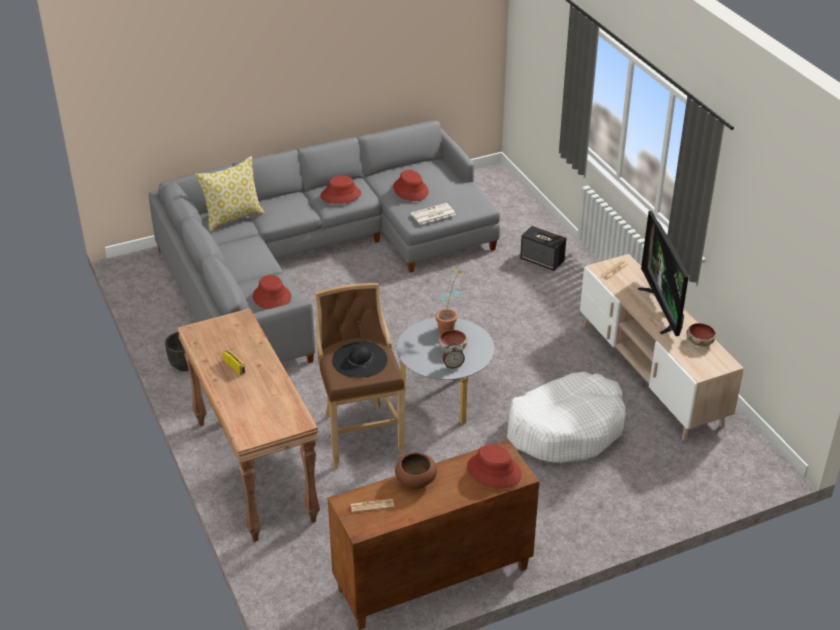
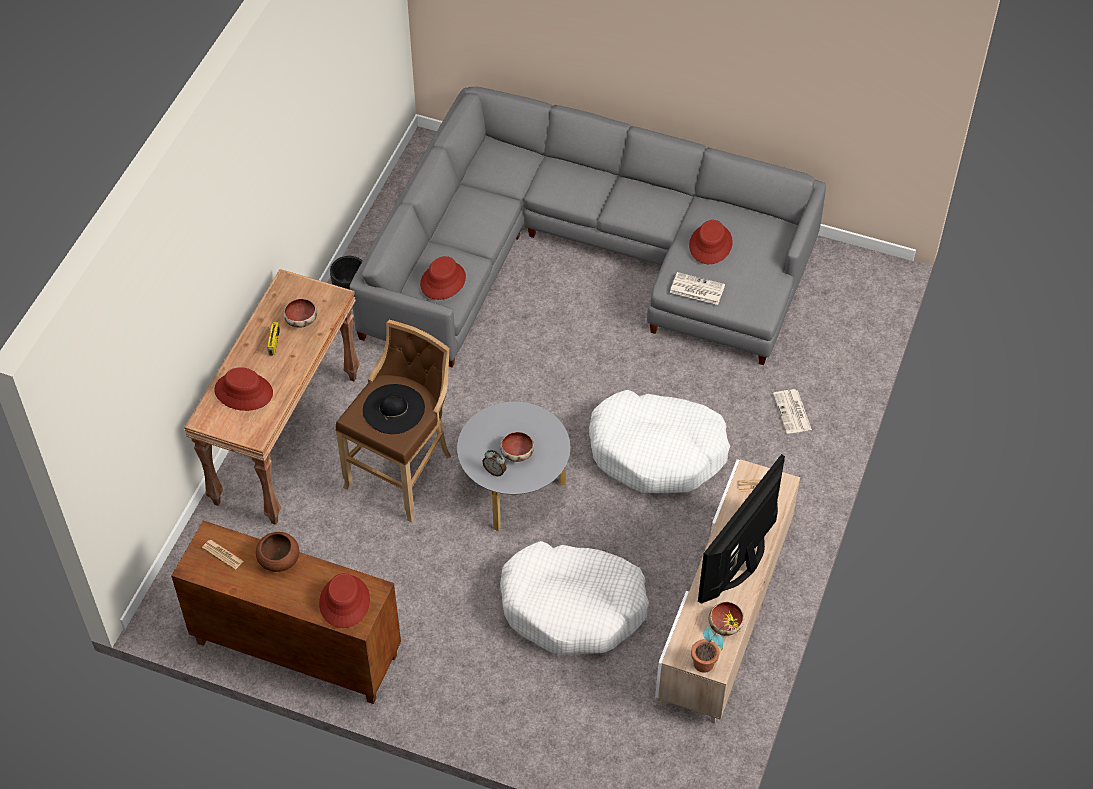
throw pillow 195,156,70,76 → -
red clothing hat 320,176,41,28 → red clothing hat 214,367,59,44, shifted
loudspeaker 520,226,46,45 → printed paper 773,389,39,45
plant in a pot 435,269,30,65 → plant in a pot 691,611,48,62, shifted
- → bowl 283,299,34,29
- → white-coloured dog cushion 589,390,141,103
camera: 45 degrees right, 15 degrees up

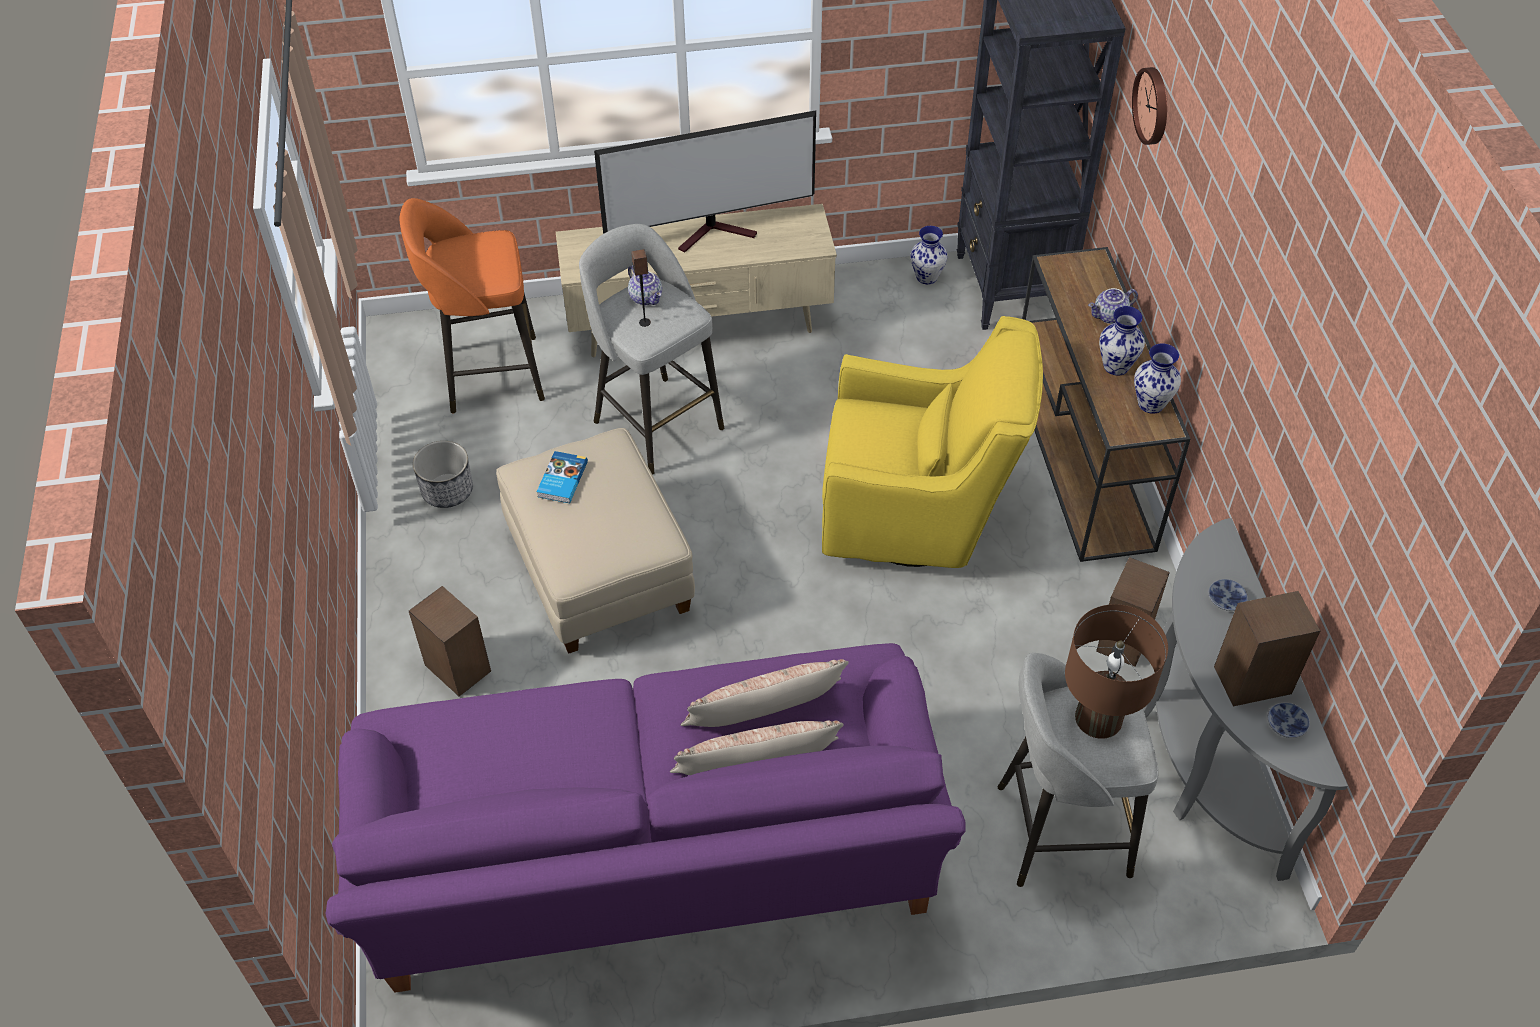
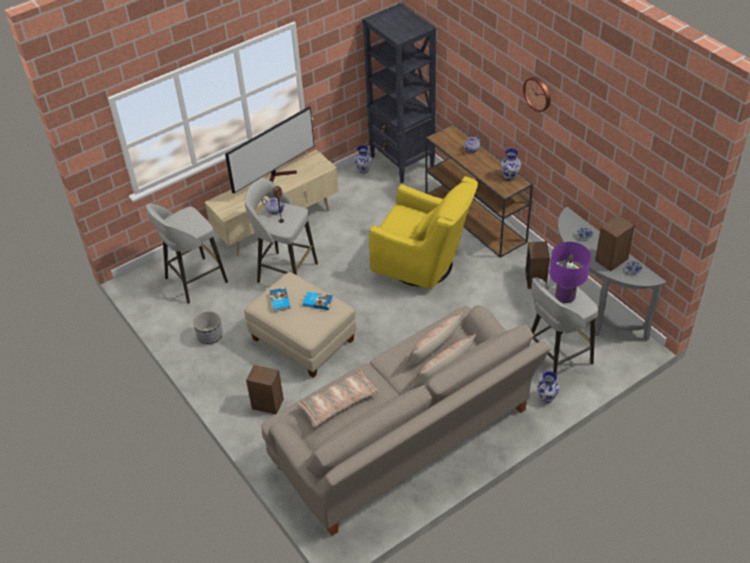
clock on the wall 1132,67,35,78 → clock on the wall 523,77,28,35, shifted
orange stool seat 400,198,145,215 → grey stool seat 146,204,82,100
flower vase 1099,306,46,70 → flower vase 537,371,22,32, shifted
yellowish armchair 822,316,221,252 → yellowish armchair 369,176,109,113, 45 degrees clockwise
brown-coloured table lamp 1065,604,103,135 → purple-coloured table lamp 549,242,42,61
purple-coloured couch 325,643,641,350 → beige-coloured couch 261,305,290,231
- → book 303,292,30,18
- → throw pillow 296,369,83,58
camera: 25 degrees left, 5 degrees down

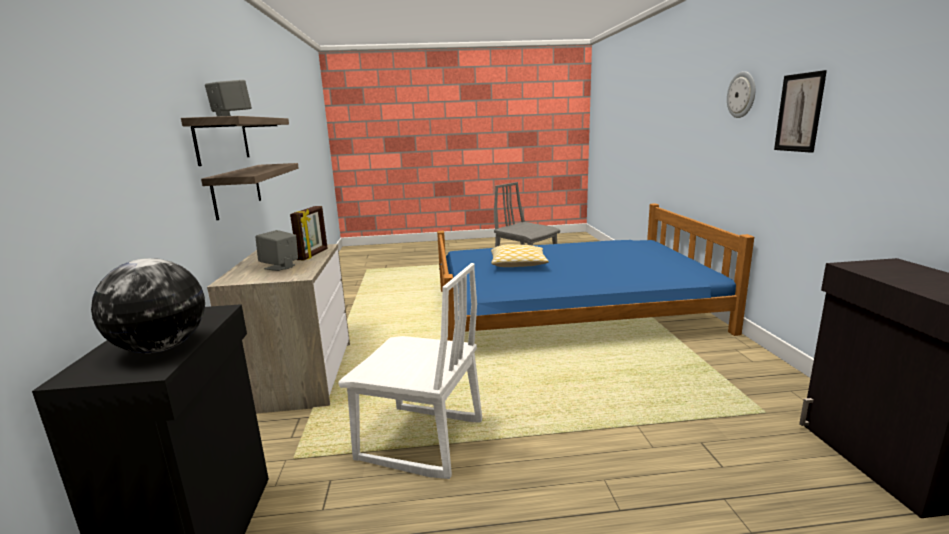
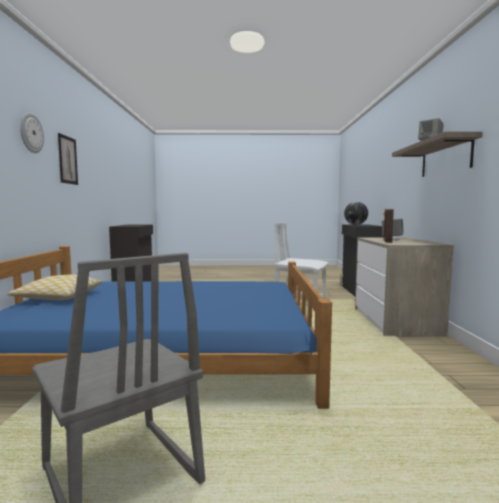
shelf 201,163,98,57 → -
throw pillow 491,244,58,23 → throw pillow 7,275,95,25, shifted
camera: 175 degrees left, 10 degrees down

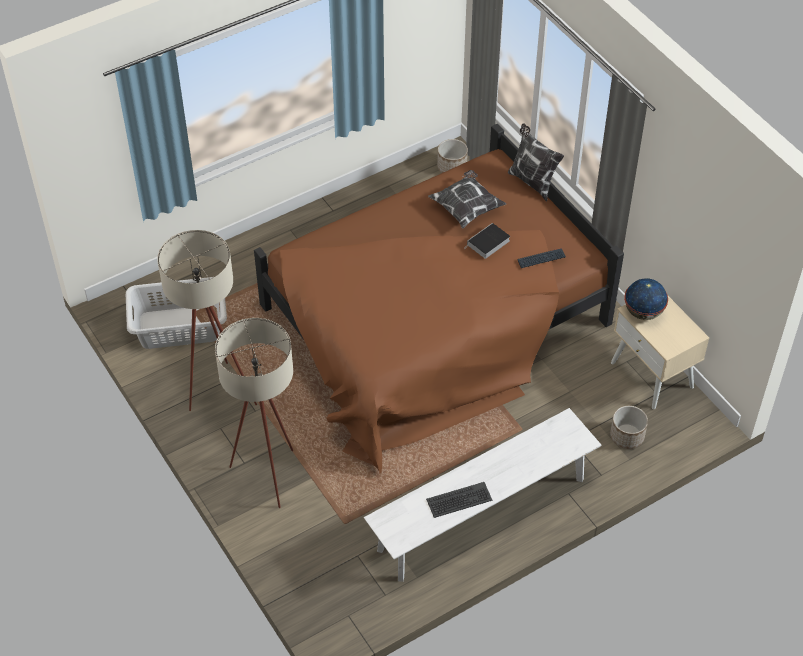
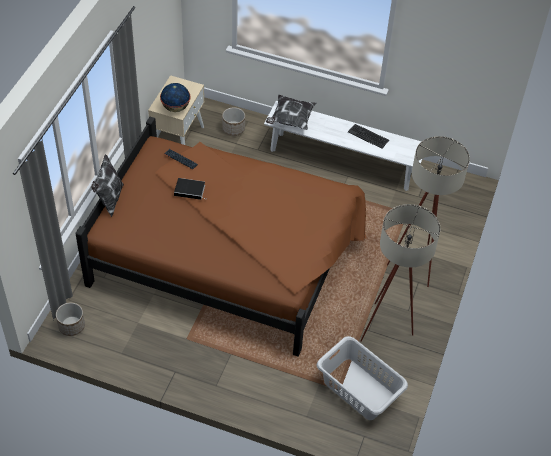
throw pillow 428,170,78,58 → throw pillow 266,95,51,35, shifted
camera: 130 degrees left, 0 degrees up

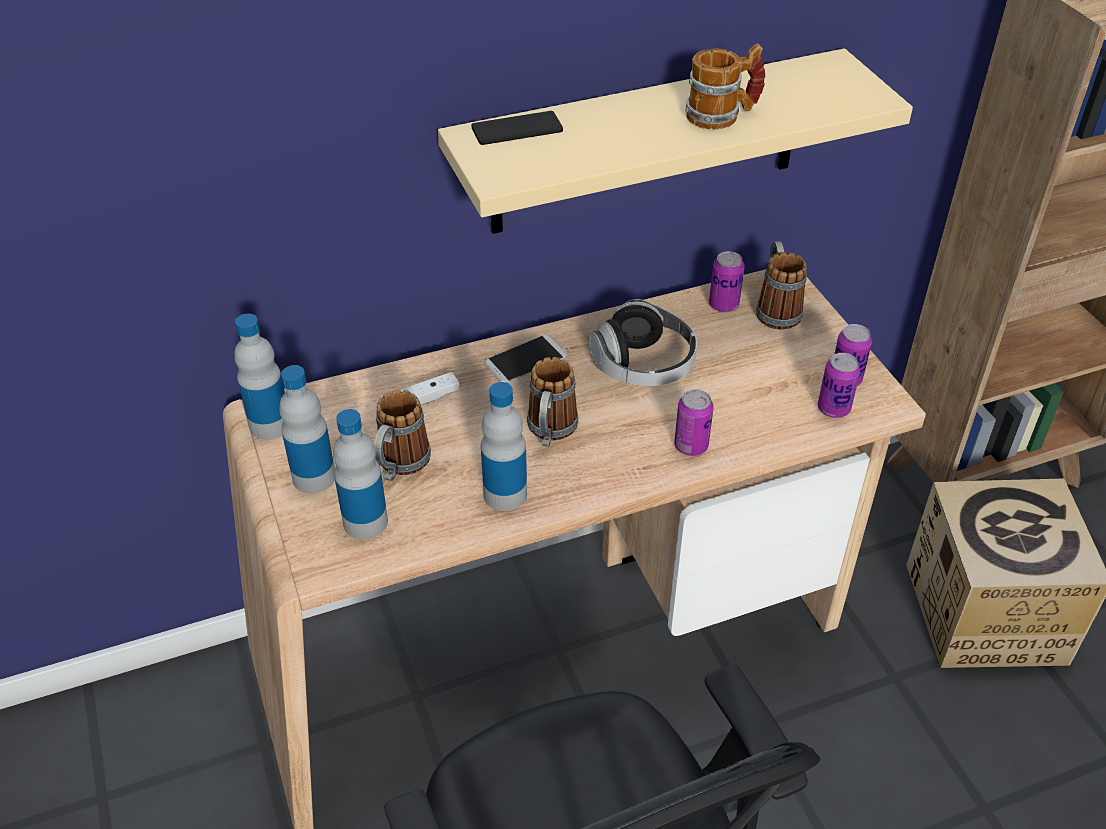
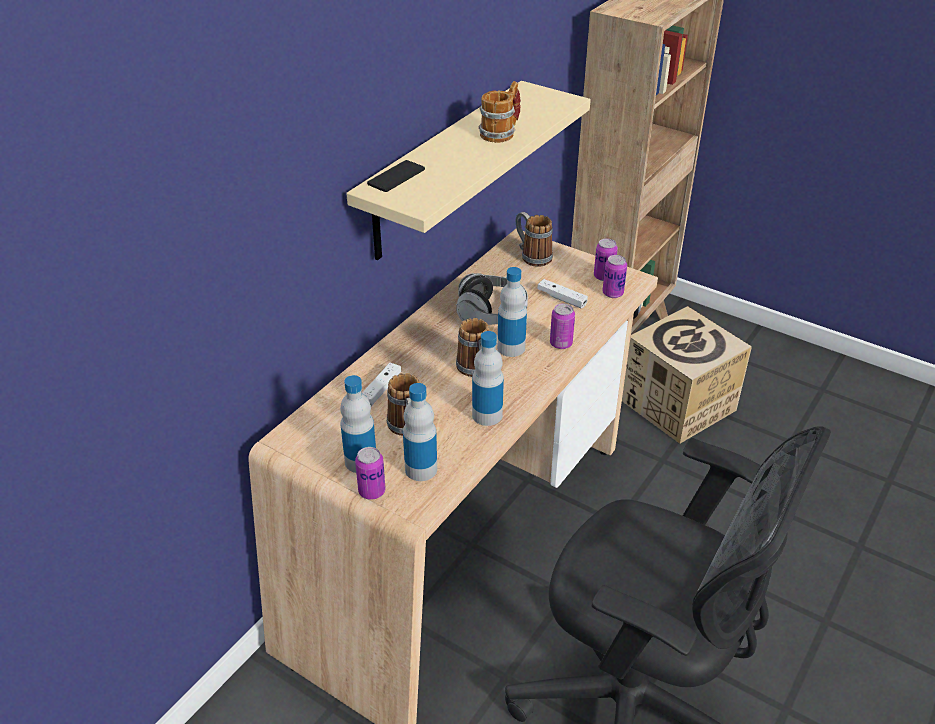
metal can 709,251,36,61 → metal can 355,447,31,53, shifted
beverage bottle 234,314,51,126 → beverage bottle 497,267,30,90, shifted
phone 484,335,83,48 → -
- → white-coloured game controller 537,279,51,30
camera: 35 degrees left, 5 degrees down

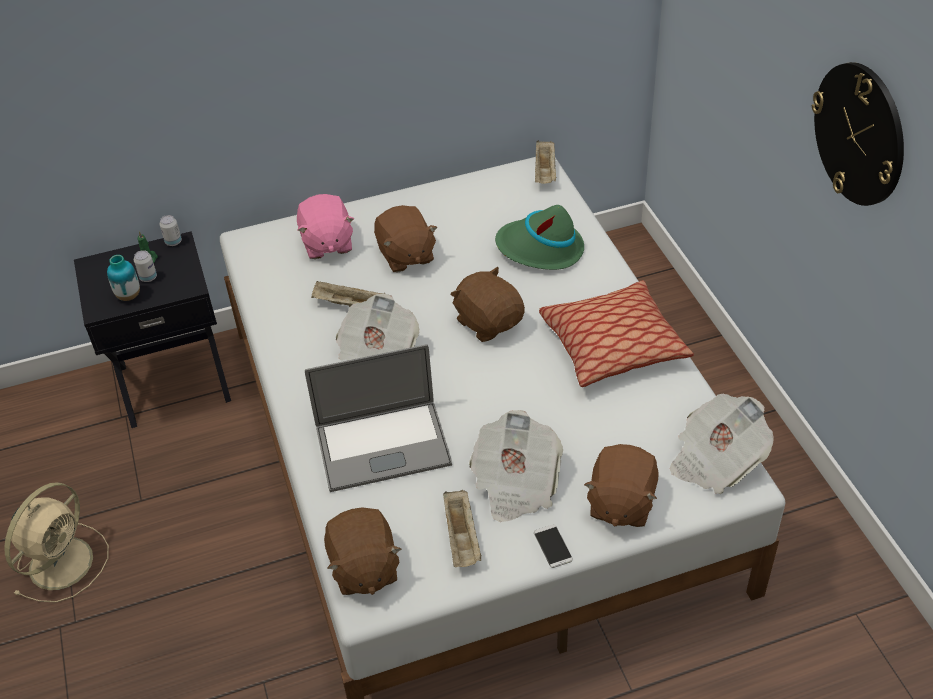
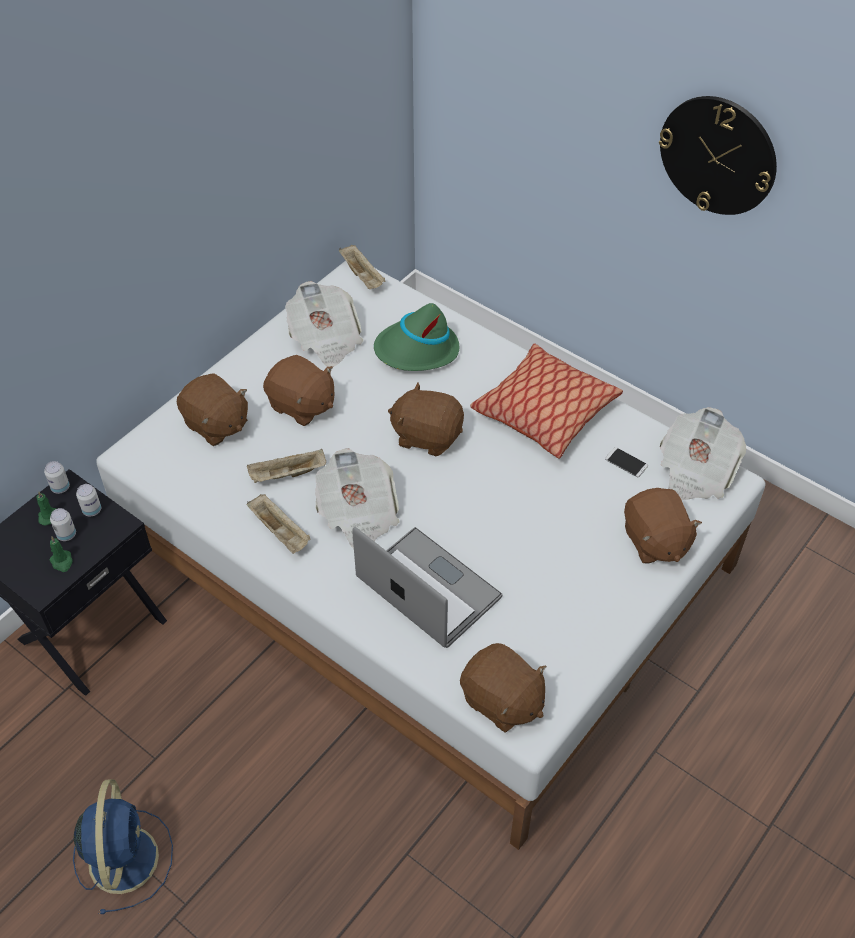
pink plush toy 297,194,57,65 → brown-coloured plush toy 177,373,71,73
flower vase 107,255,33,46 → greenish wax candle 49,536,24,36
laptop 305,344,147,148 → laptop 352,526,151,122, 90 degrees counterclockwise
printed paper 469,410,94,112 → printed paper 285,281,78,86, shifted
beige-coloured electric fan 4,482,105,120 → blue-coloured electric fan 73,779,100,135
beige-coloured serving tray 443,490,38,77 → beige-coloured serving tray 246,494,65,60, shifted
phone 534,525,39,43 → phone 605,447,43,30, shifted
- → metal can 76,484,25,32
camera: 35 degrees left, 5 degrees up

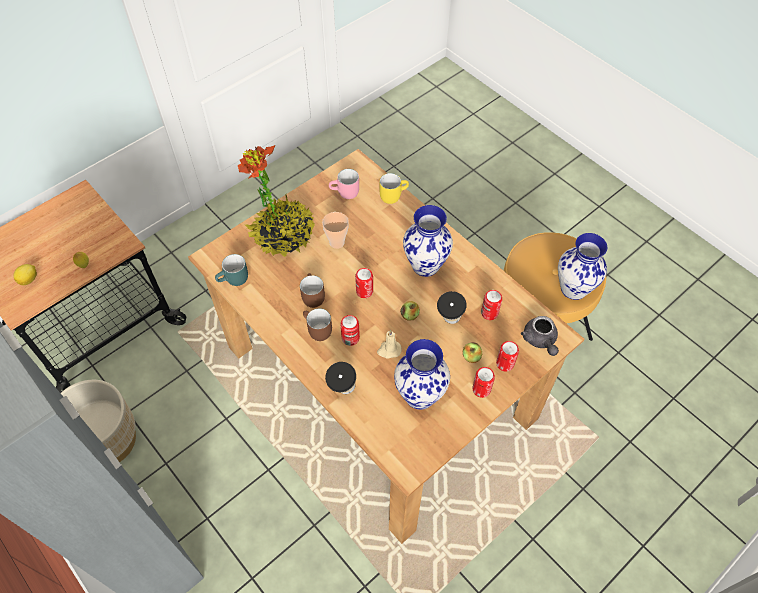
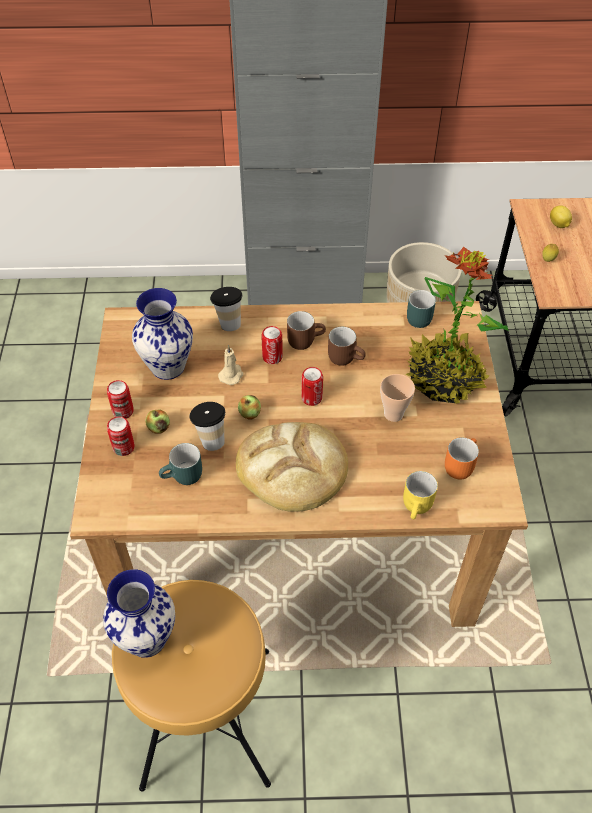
pink tea mug 329,169,30,30 → orange tea mug 445,437,34,43
flower vase 403,205,50,72 → baked bread 236,422,112,90
metal can 481,290,21,30 → turquoise-coloured tea mug 159,443,43,42
grey tea pot 521,316,38,40 → -
camera: 130 degrees right, 5 degrees down

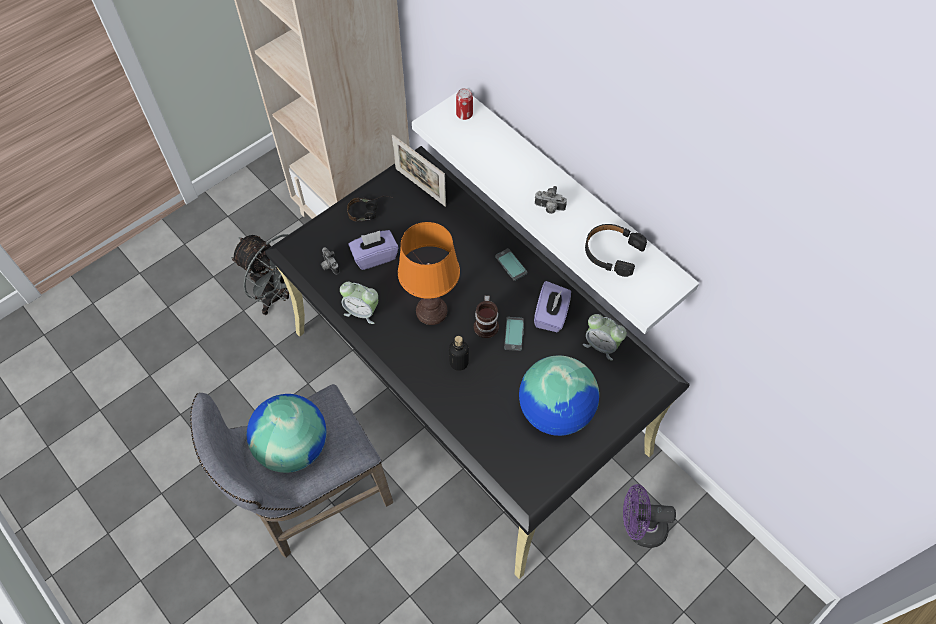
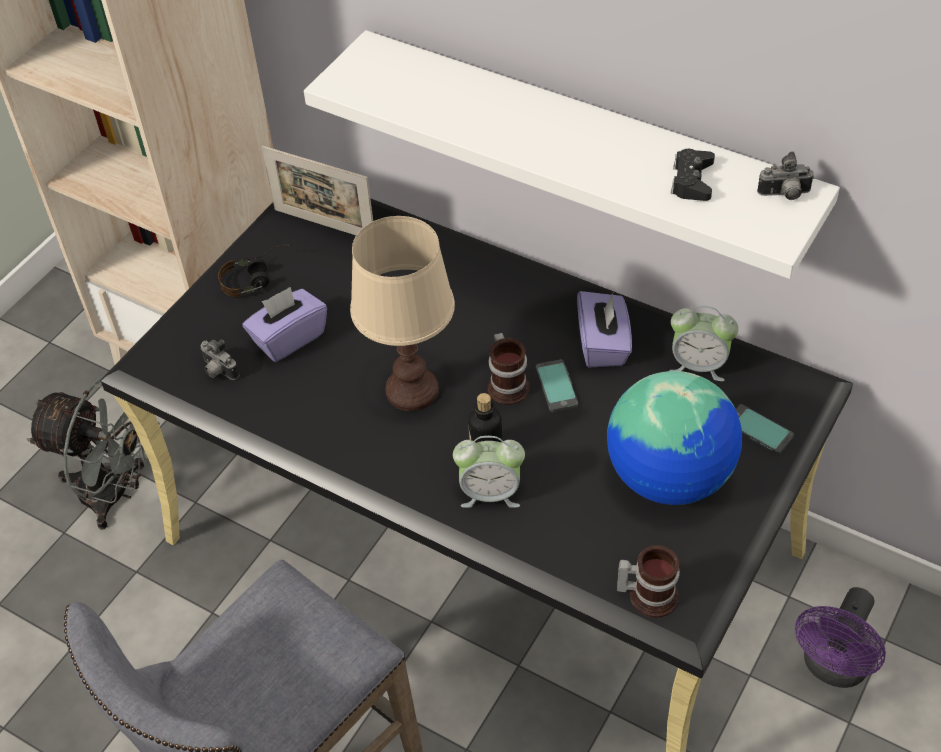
metal can 456,88,17,32 → -
photo camera 535,186,32,28 → photo camera 757,151,57,49, shifted
orange table lamp 398,222,62,103 → beige-coloured table lamp 350,216,105,195
blackish headset 585,224,62,53 → blackish game controller 671,149,44,52
phone 495,248,33,33 → phone 736,404,58,50, shifted
table clock 340,282,38,42 → table clock 453,436,72,72, shifted
world globe 247,394,79,79 → -
purple-coloured electric fan 623,484,53,64 → purple-coloured electric fan 795,587,91,101, 45 degrees counterclockwise
- → tea mug 617,545,63,73
camera: 15 degrees left, 10 degrees down

